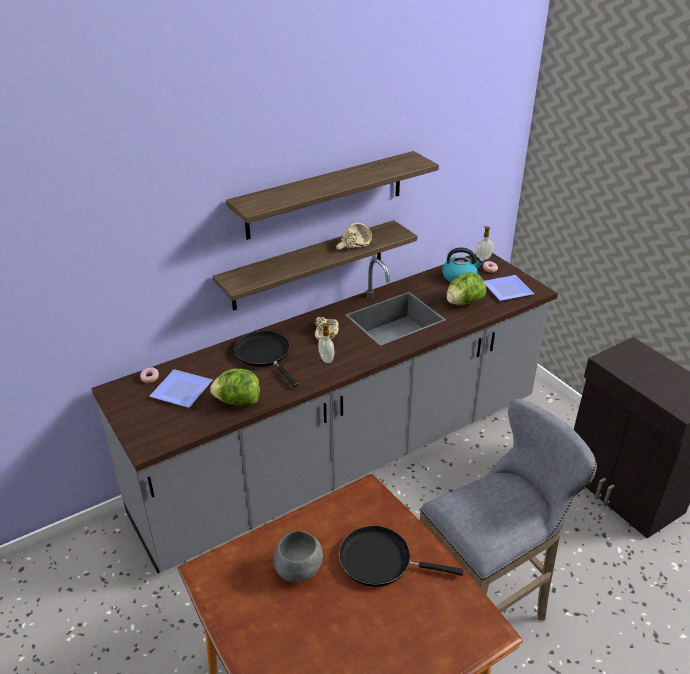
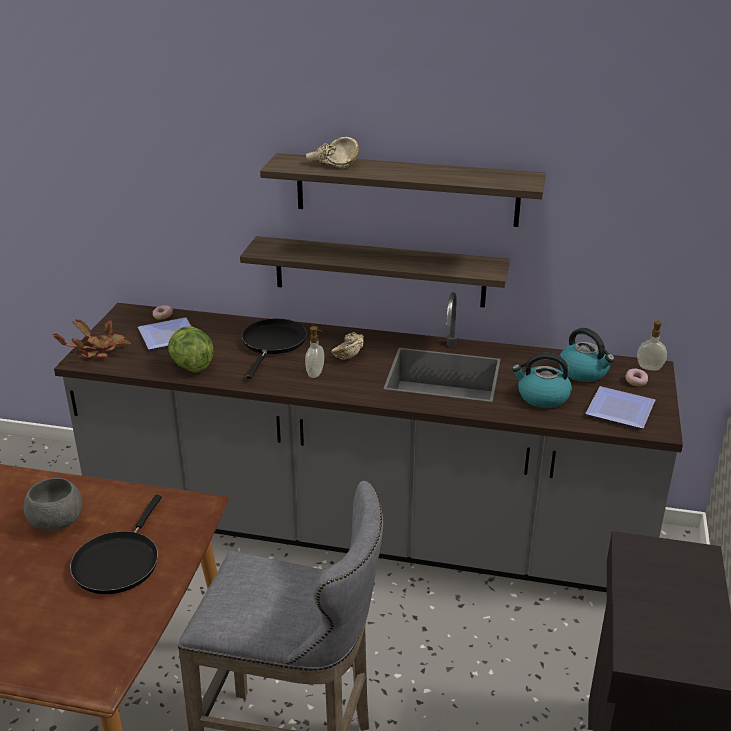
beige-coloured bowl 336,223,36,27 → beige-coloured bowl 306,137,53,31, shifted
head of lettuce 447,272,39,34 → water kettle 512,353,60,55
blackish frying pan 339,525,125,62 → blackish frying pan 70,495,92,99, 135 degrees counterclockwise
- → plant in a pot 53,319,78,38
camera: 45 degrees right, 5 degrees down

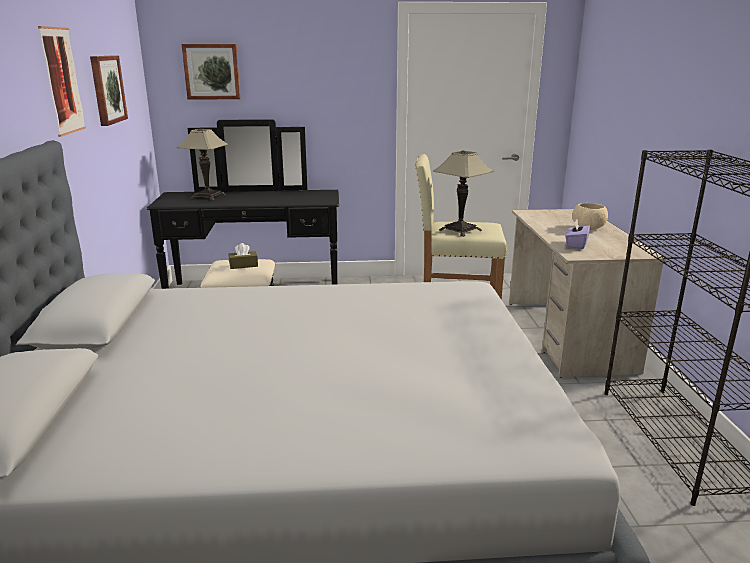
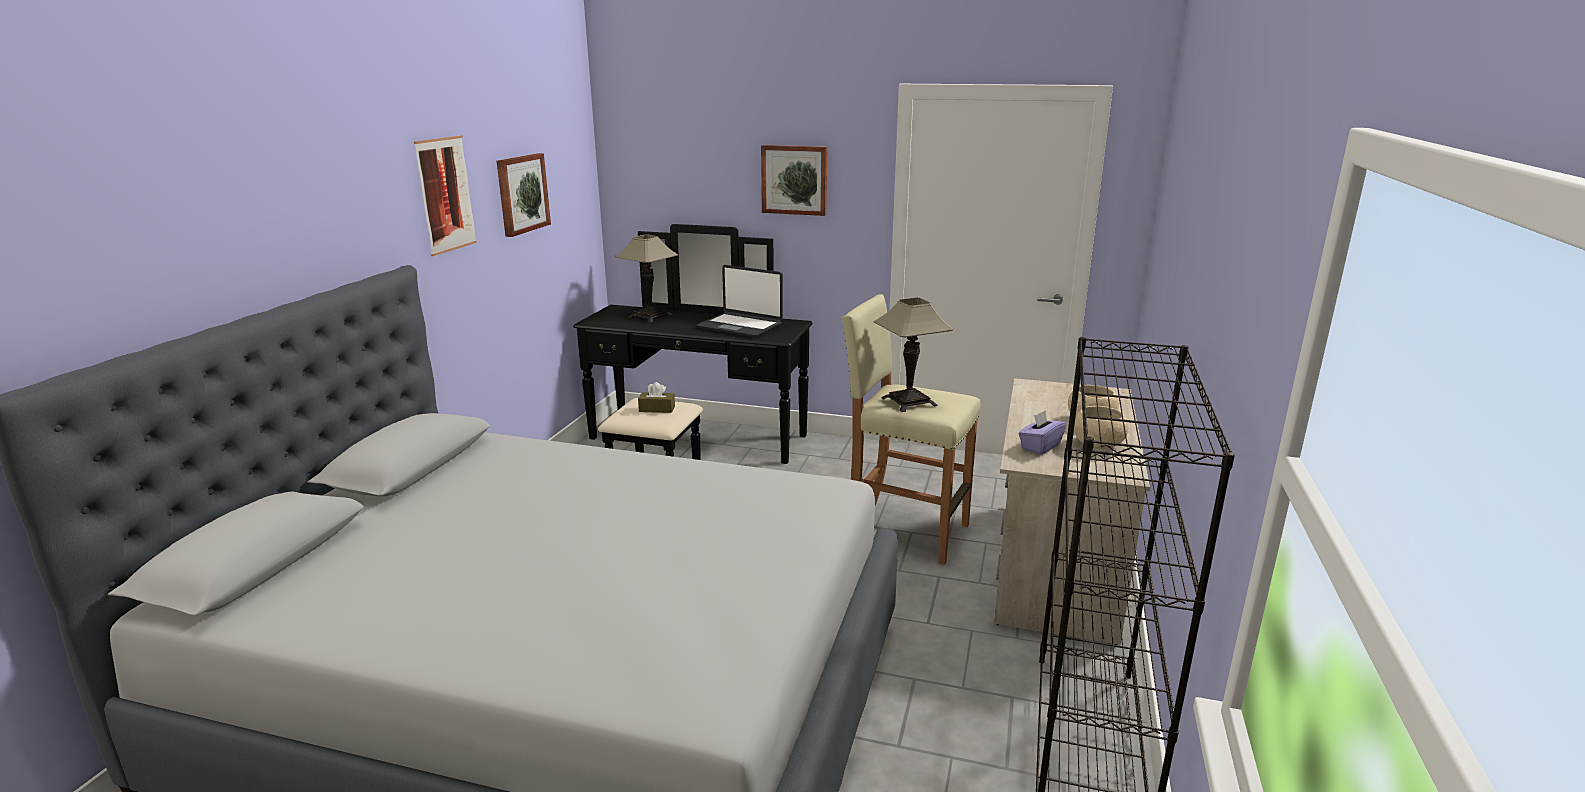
wall picture 182,44,58,56 → wall picture 761,145,66,71, shifted
- → laptop 697,265,86,73
- → beige-coloured bowl 1074,406,54,43
camera: 20 degrees right, 0 degrees up

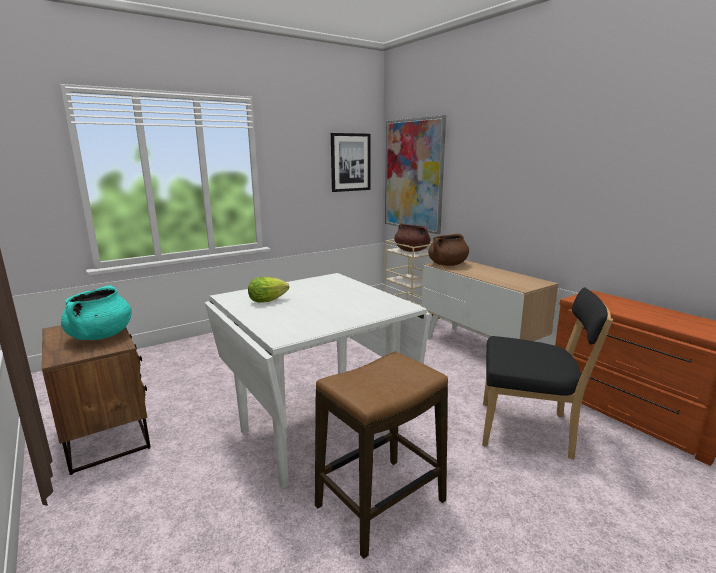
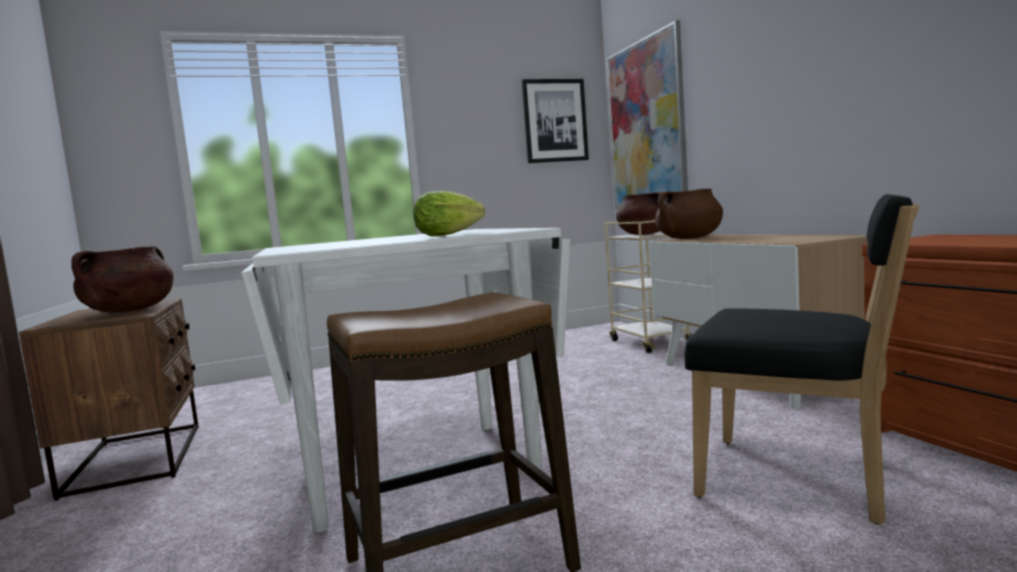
head of lettuce 248,277,41,26 → head of lettuce 413,191,72,46, shifted
turquoise-coloured cooking pot 61,285,71,55 → brown-coloured cooking pot 71,246,103,66
camera: 15 degrees right, 10 degrees down

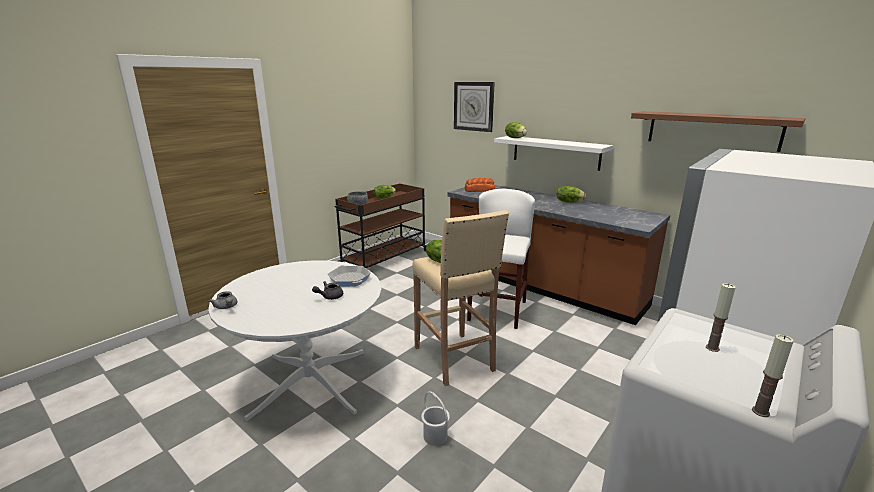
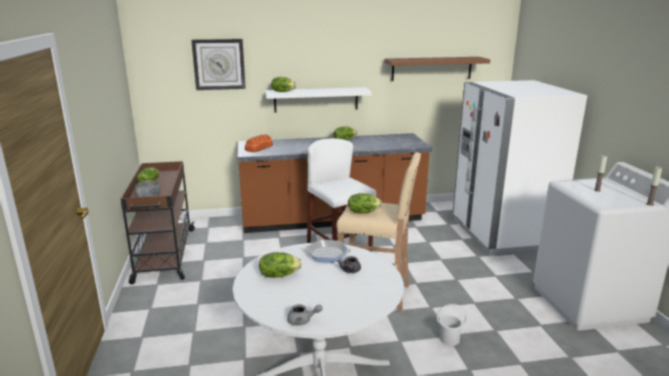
- → head of lettuce 259,252,43,26
camera: 50 degrees left, 0 degrees up

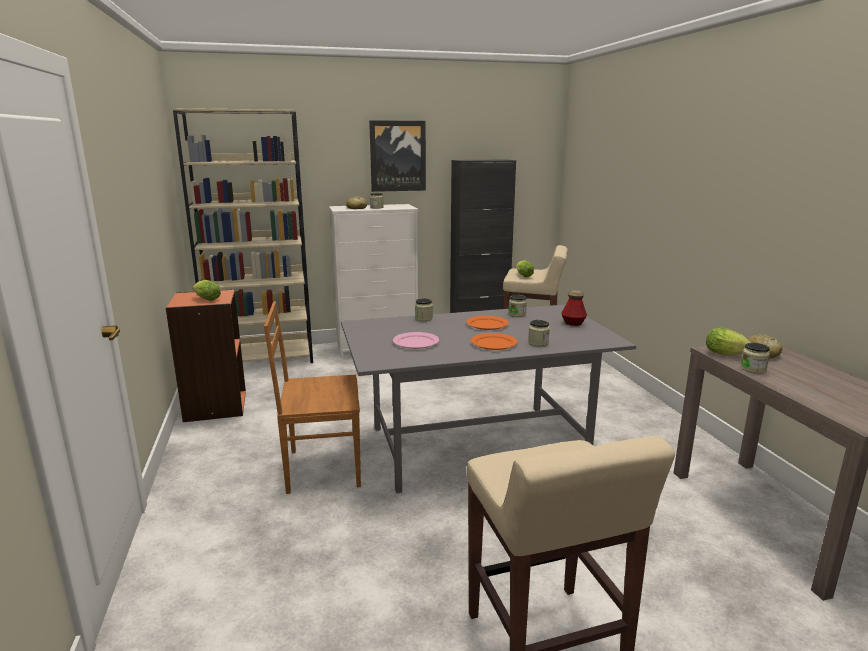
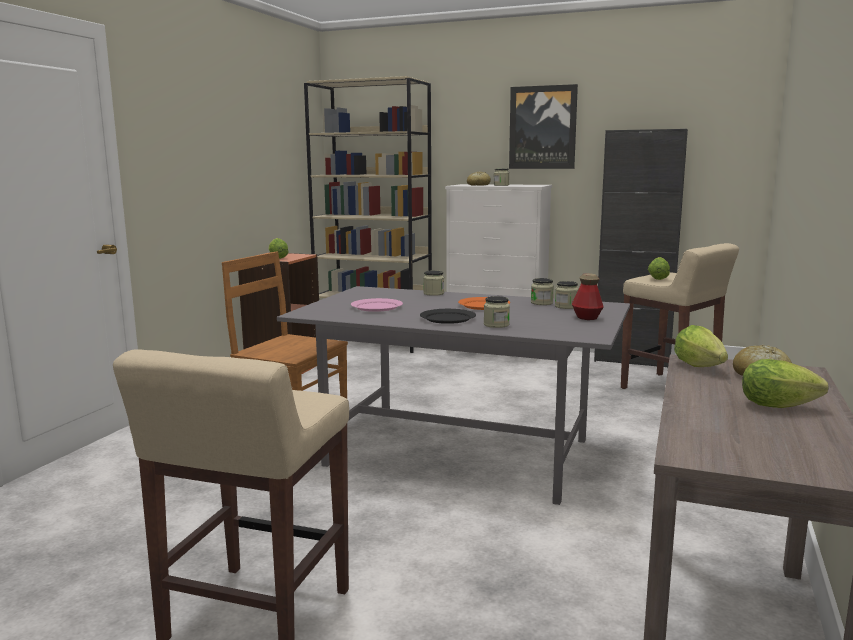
orange plate 471,333,47,17 → blackish plate 420,309,56,15
jar 740,343,30,31 → jar 555,281,24,28, shifted
- → head of lettuce 742,359,86,49
camera: 35 degrees right, 5 degrees down

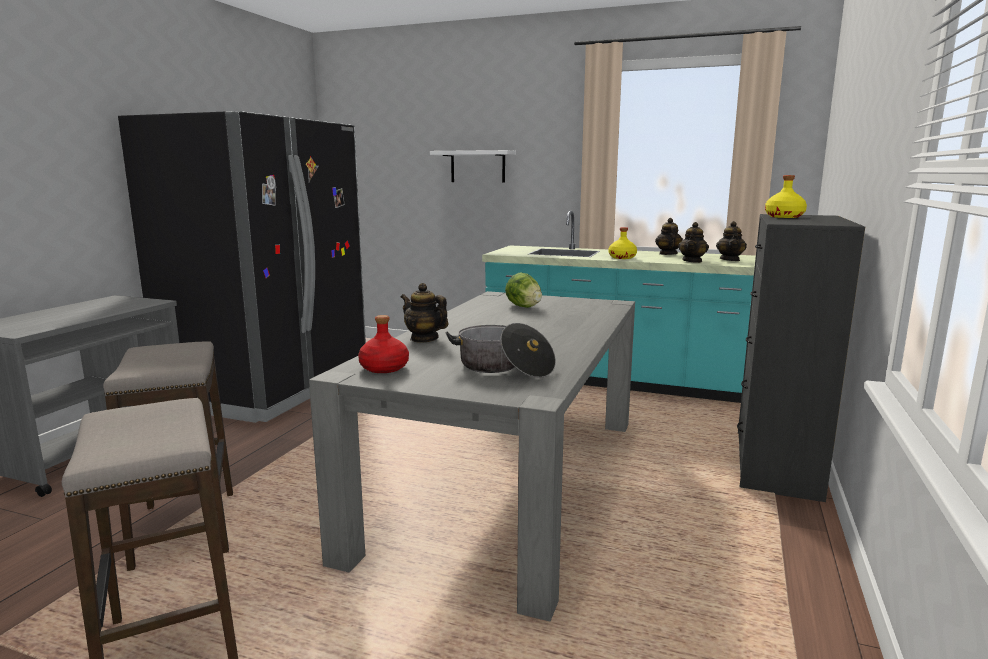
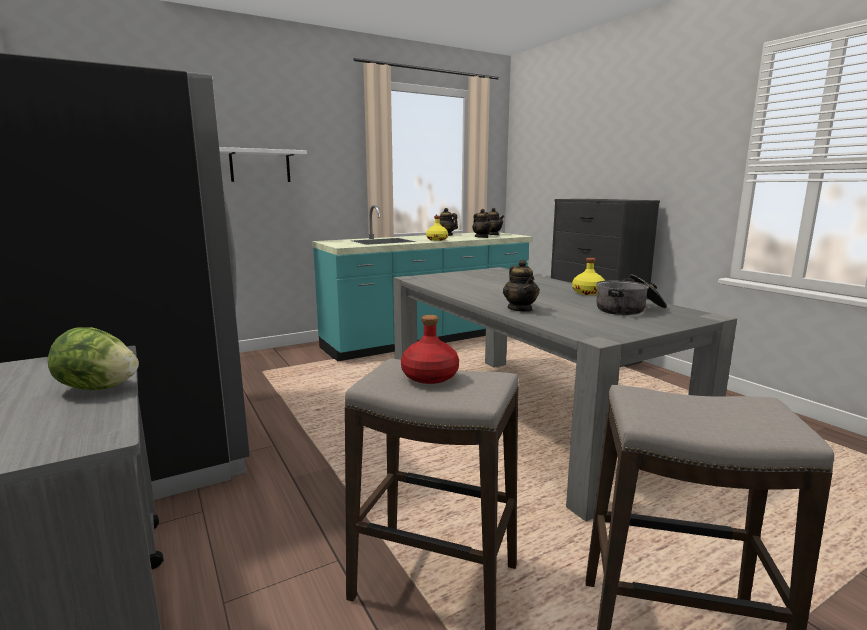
yellowish beverage bottle 765,175,42,43 → yellowish beverage bottle 572,258,33,37, shifted
head of lettuce 505,272,37,36 → head of lettuce 48,327,91,63, shifted
tea pot 401,283,47,60 → tea pot 503,259,37,53, 90 degrees counterclockwise
red beverage bottle 358,315,51,58 → red beverage bottle 401,315,58,69, shifted
camera: 50 degrees left, 0 degrees up

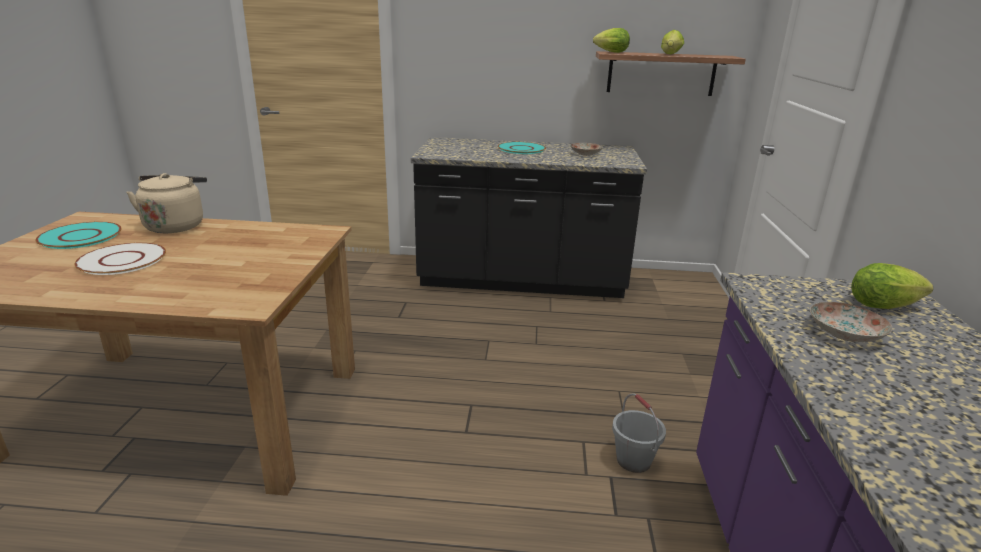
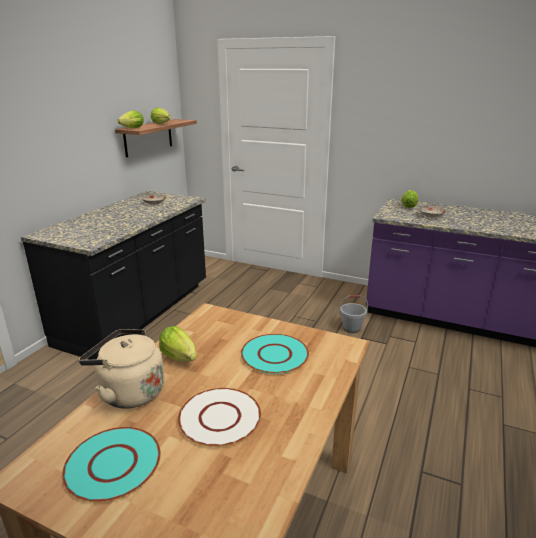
turquoise-coloured plate 498,142,48,12 → turquoise-coloured plate 241,334,68,40, shifted
- → head of lettuce 159,326,38,36
camera: 70 degrees left, 0 degrees up

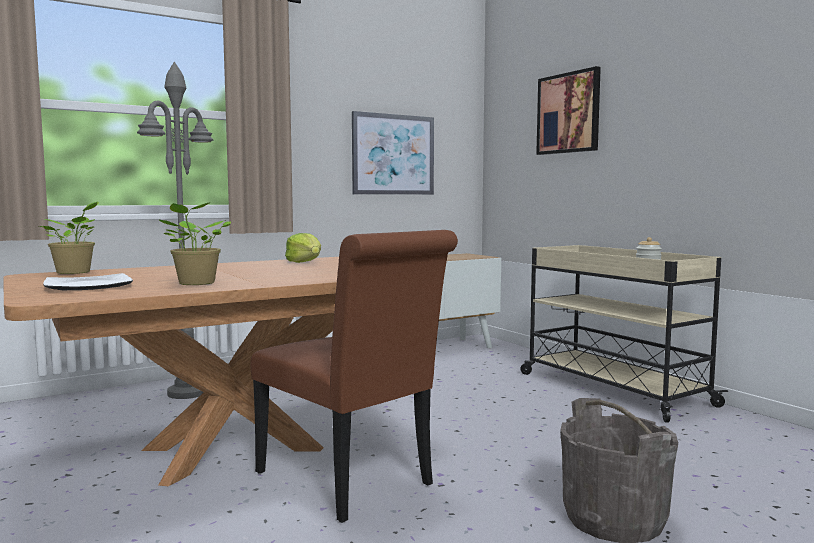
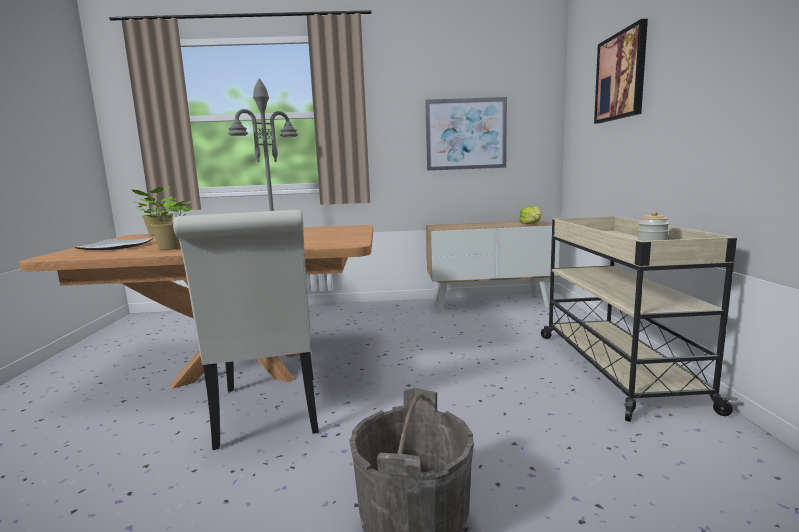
brown-coloured upright chair 250,230,208,293 → white-coloured upright chair 173,210,146,240
head of lettuce 285,233,36,30 → head of lettuce 519,206,23,18, shifted
camera: 30 degrees right, 5 degrees up

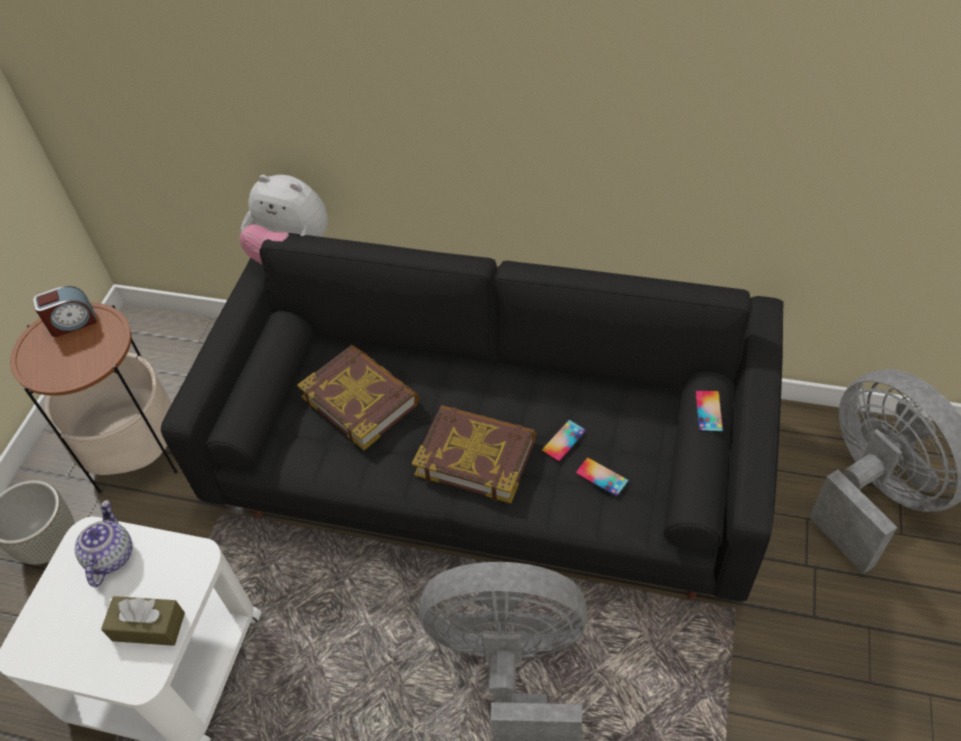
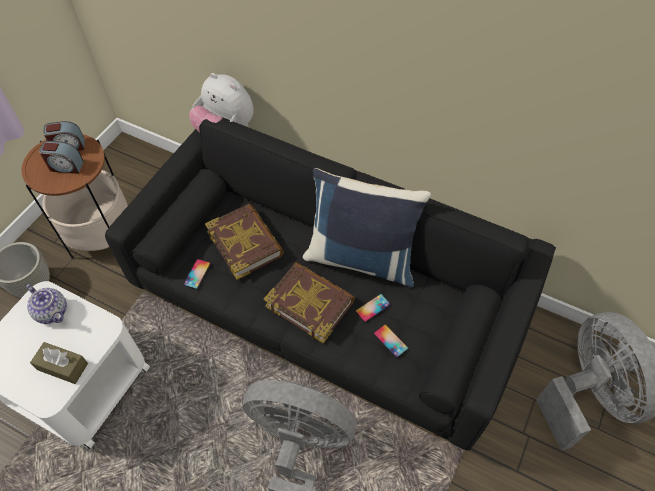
phone 695,390,28,42 → phone 183,259,28,30, shifted
tea pot 75,500,57,87 → tea pot 26,284,41,40, 120 degrees clockwise
- → table clock 39,141,45,33
- → blue-coloured throw pillow 302,168,129,119
camera: 10 degrees right, 5 degrees up

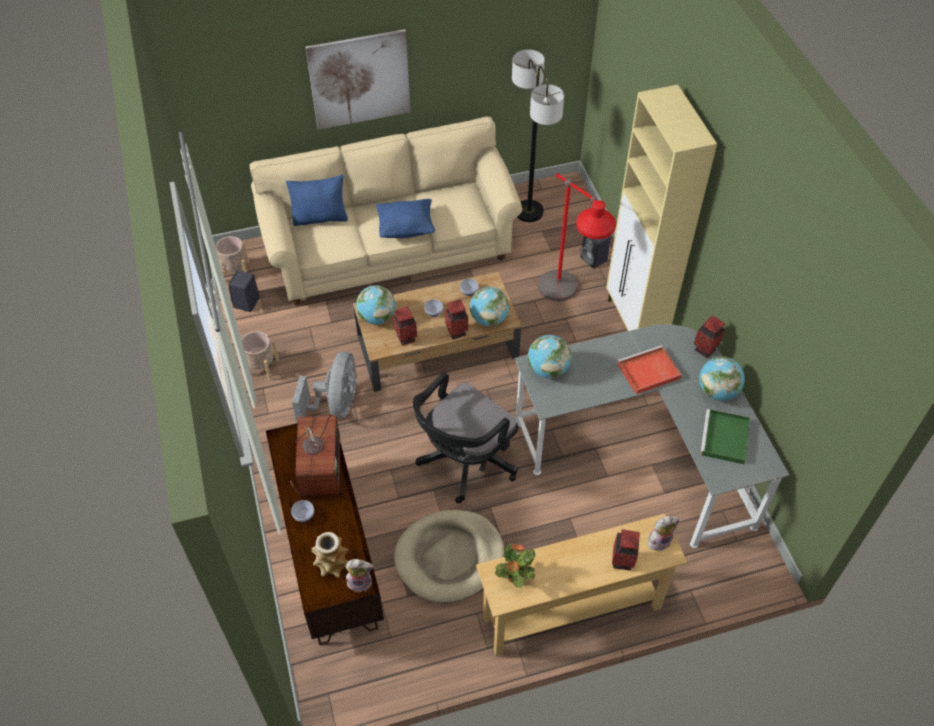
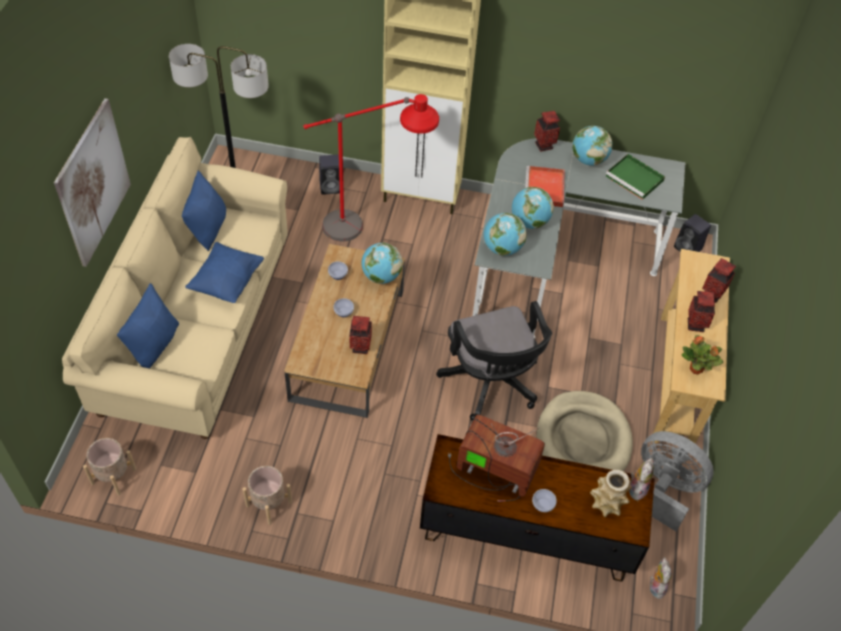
blackish loudspeaker 228,270,32,42 → blackish loudspeaker 674,214,37,38, shifted
world globe 356,285,39,40 → world globe 512,187,42,42, shifted
flower vase 445,300,23,40 → flower vase 688,291,27,41, shifted
grey electric fan 292,352,65,70 → grey electric fan 641,431,73,100, shifted
plush toy 648,516,32,35 → plush toy 650,557,22,42, shifted
- → blue-coloured throw pillow 182,171,44,80
camera: 65 degrees left, 0 degrees up

